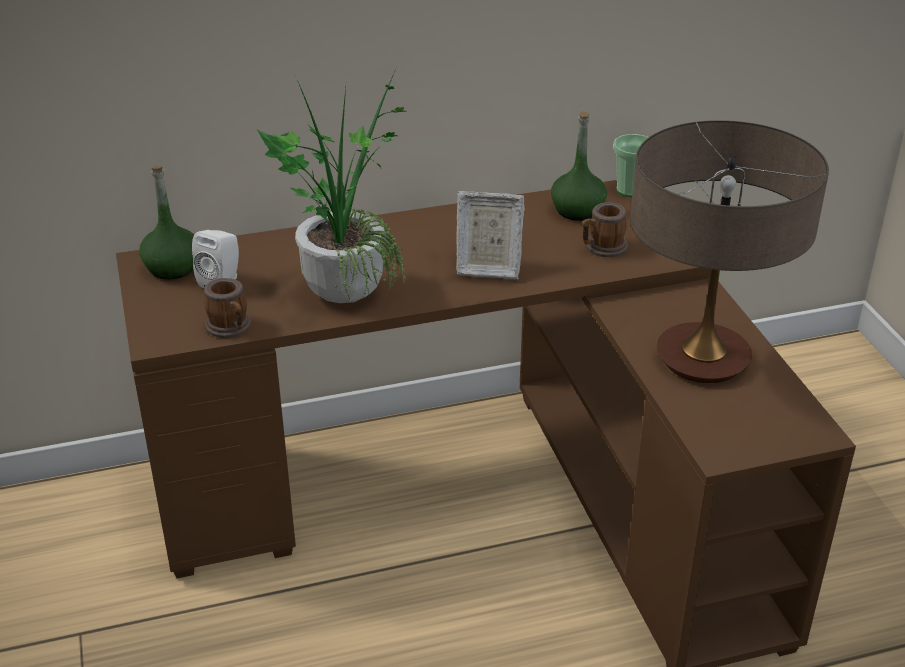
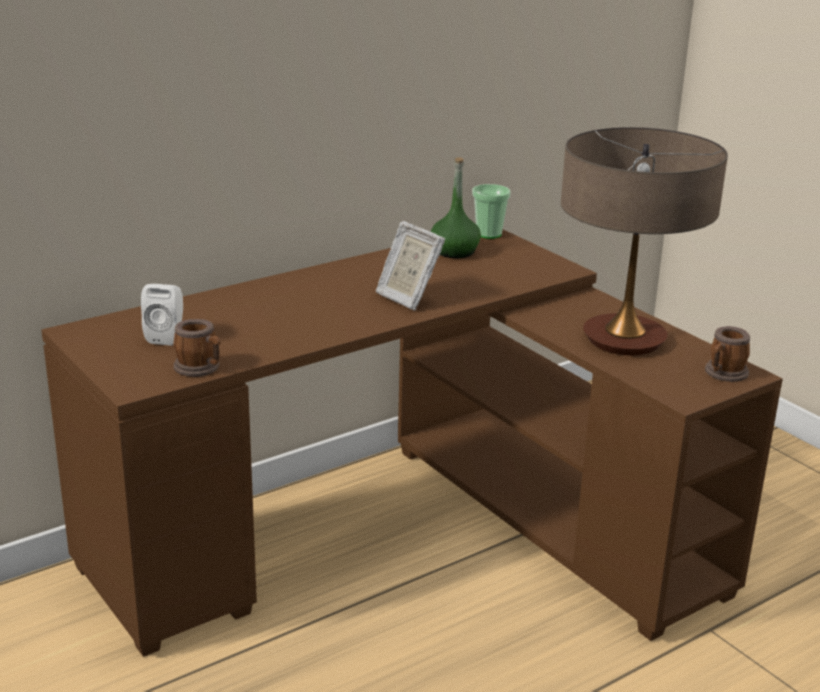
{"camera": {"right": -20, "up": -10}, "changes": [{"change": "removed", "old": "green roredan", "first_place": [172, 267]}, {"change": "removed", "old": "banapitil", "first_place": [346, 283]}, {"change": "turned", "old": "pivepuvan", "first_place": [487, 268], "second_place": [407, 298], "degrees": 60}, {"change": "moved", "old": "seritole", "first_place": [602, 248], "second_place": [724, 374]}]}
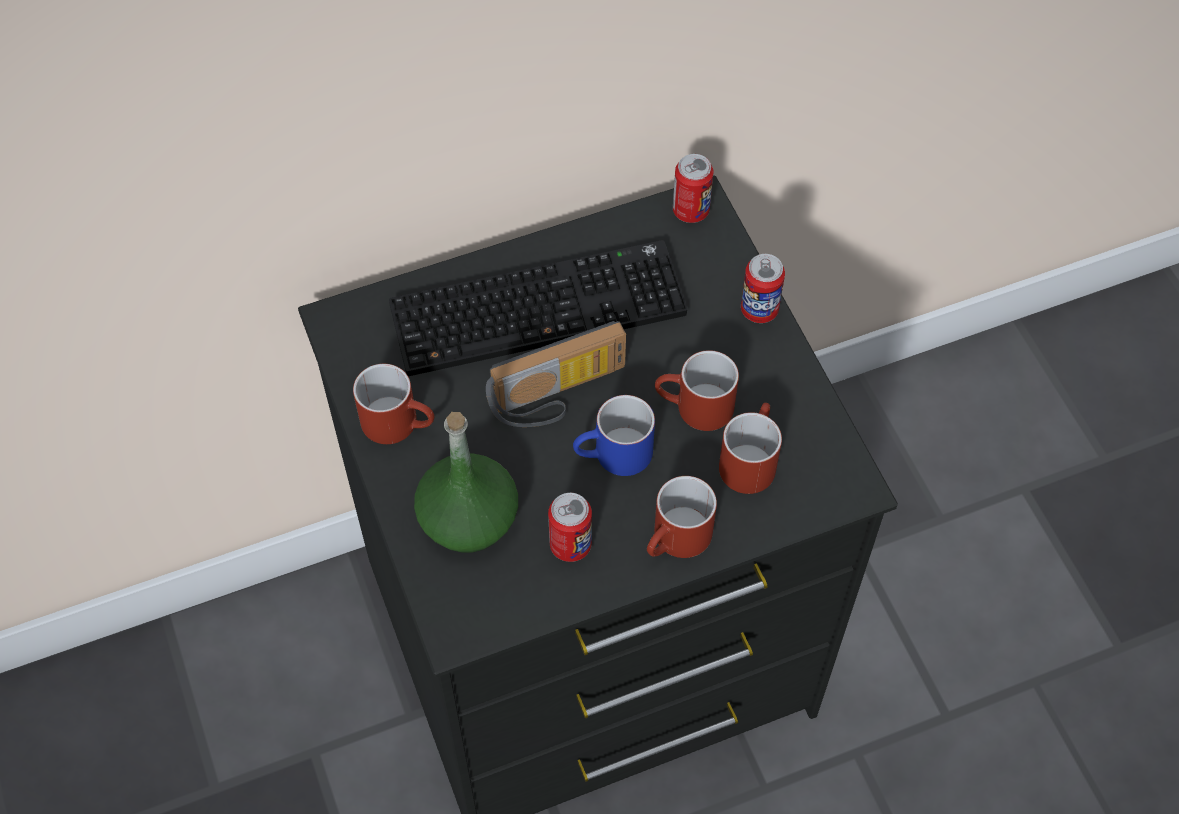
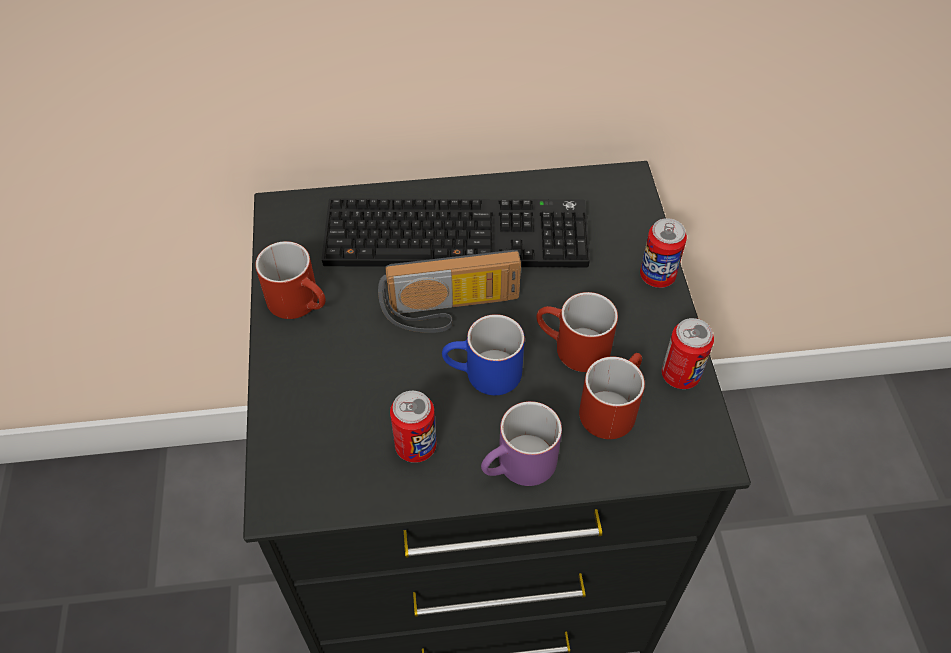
{"camera": {"right": 15, "up": -5}, "changes": [{"change": "removed", "old": "green roredan", "first_place": [469, 519]}, {"change": "recoloured", "old": "red seritole", "new": "purple seritole", "first_place": [677, 542], "second_place": [519, 468]}, {"change": "moved", "old": "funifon", "first_place": [690, 211], "second_place": [680, 375]}]}
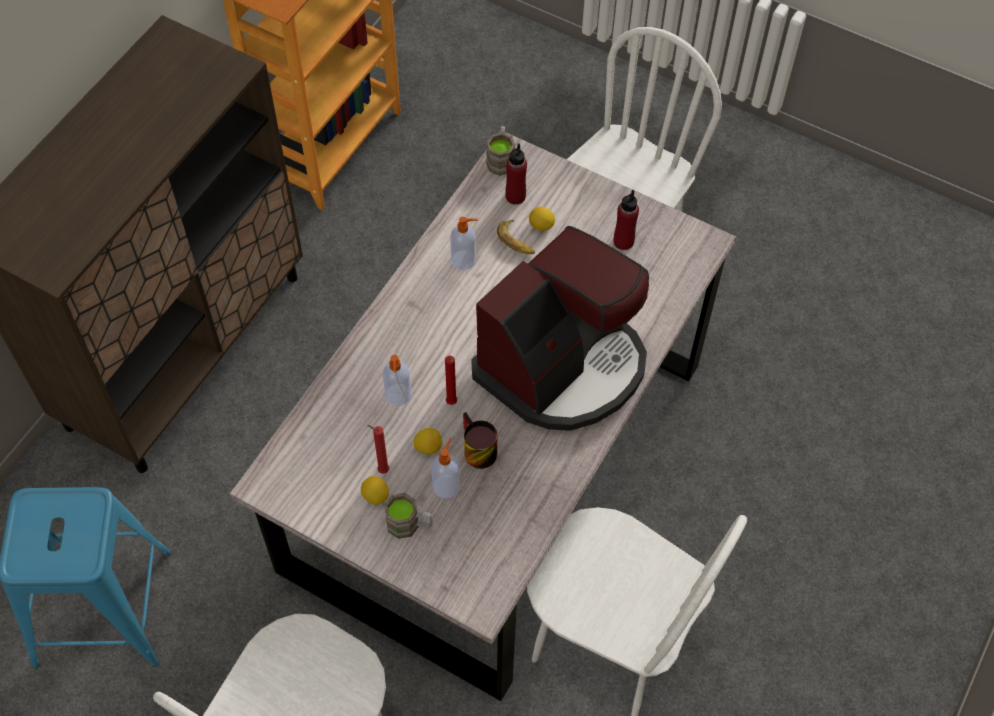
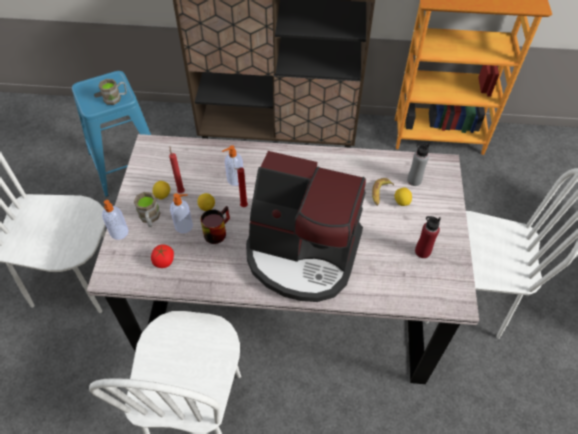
{"camera": {"right": 65, "up": -5}, "changes": [{"change": "moved", "old": "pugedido", "first_place": [464, 260], "second_place": [119, 233]}, {"change": "moved", "old": "brown seritole", "first_place": [501, 159], "second_place": [116, 98]}, {"change": "recoloured", "old": "red roredan", "new": "grey roredan", "first_place": [515, 196], "second_place": [414, 180]}, {"change": "added", "new": "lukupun", "second_place": [164, 261]}]}
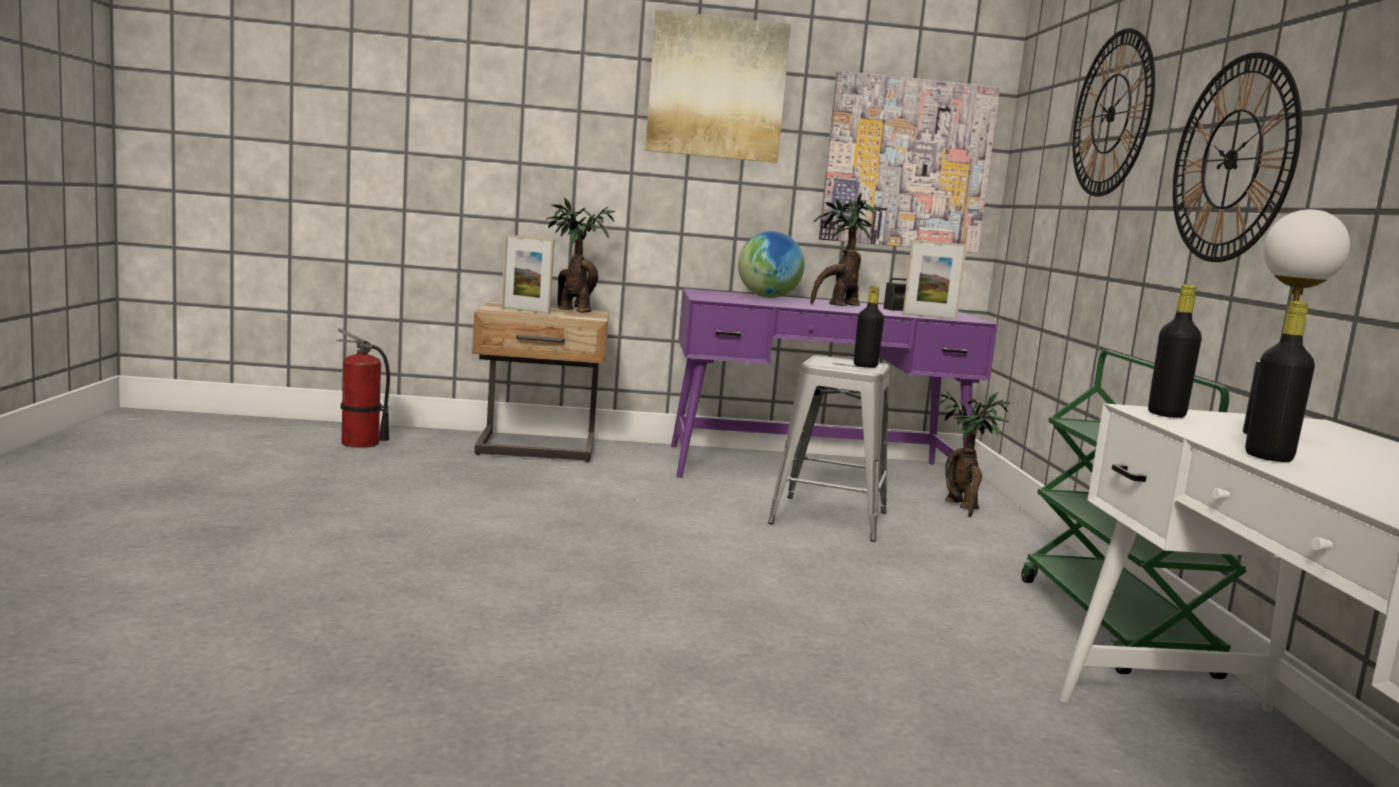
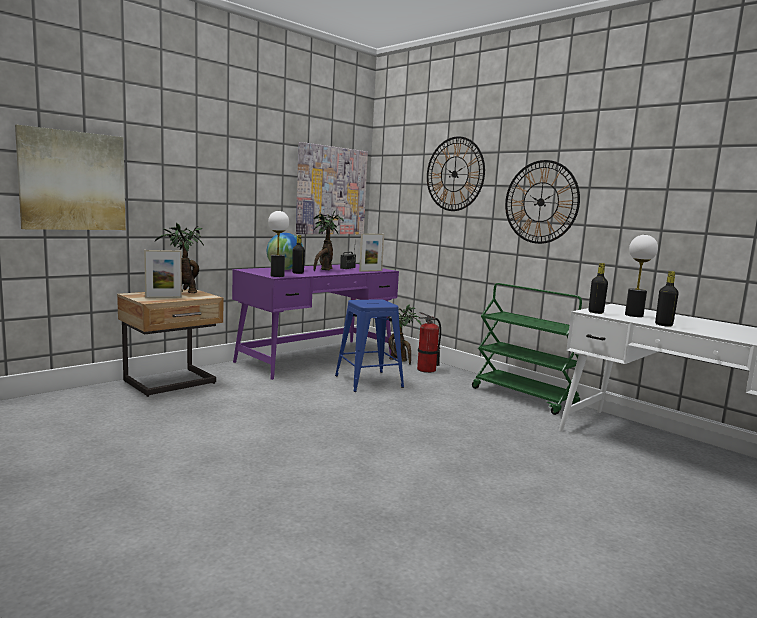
{"camera": {"right": -40, "up": 0}, "changes": [{"change": "moved", "old": "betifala", "first_place": [360, 443], "second_place": [427, 370]}, {"change": "moved", "old": "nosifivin", "first_place": [716, 88], "second_place": [73, 181]}, {"change": "recoloured", "old": "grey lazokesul", "new": "blue lazokesul", "first_place": [829, 518], "second_place": [368, 381]}, {"change": "moved", "old": "black roredan", "first_place": [865, 366], "second_place": [298, 273]}, {"change": "added", "new": "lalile", "second_place": [277, 276]}]}
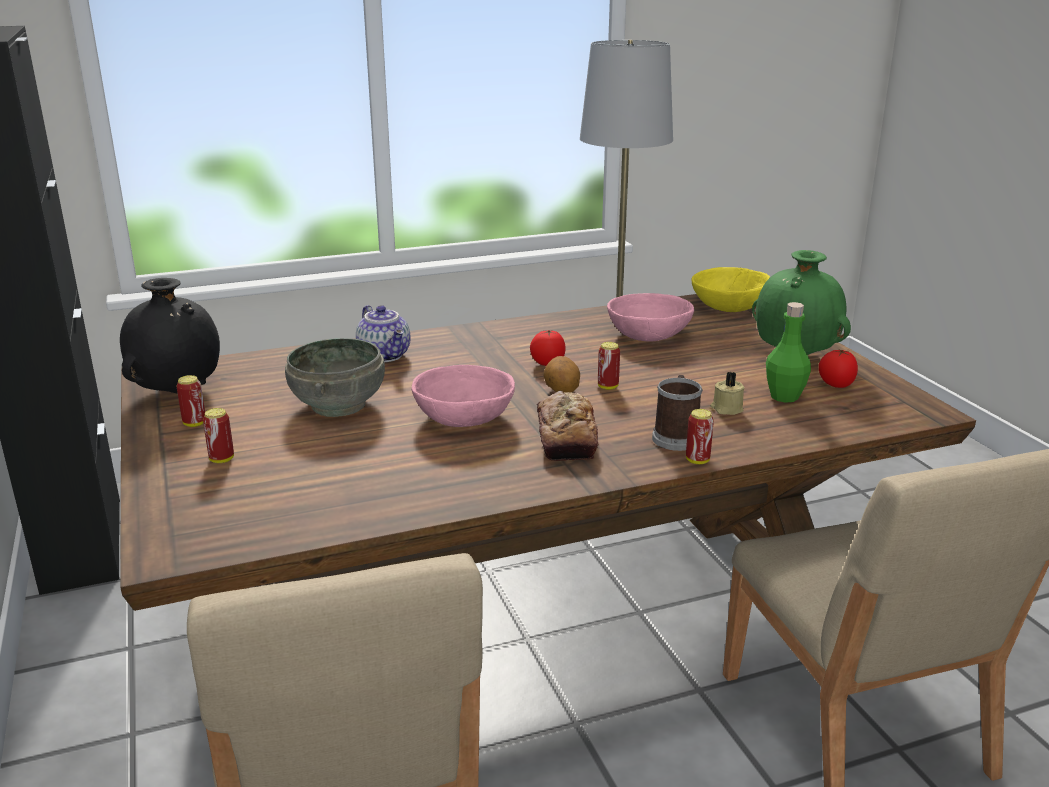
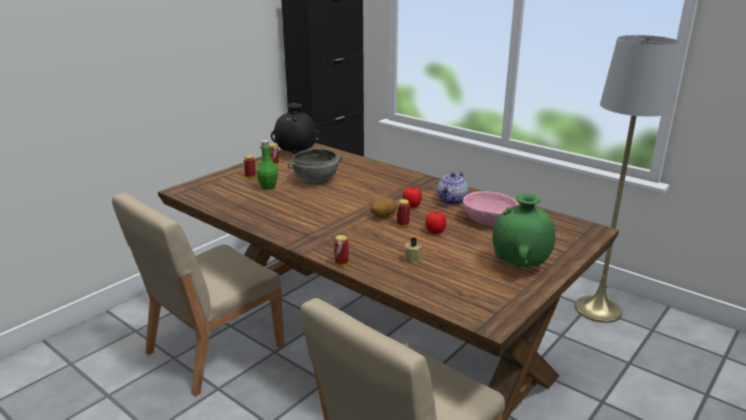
{"camera": {"right": 60, "up": 0}, "changes": [{"change": "moved", "old": "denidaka", "first_place": [386, 355], "second_place": [452, 201]}, {"change": "removed", "old": "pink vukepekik", "first_place": [463, 418]}, {"change": "removed", "old": "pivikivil", "first_place": [566, 437]}, {"change": "removed", "old": "seritole", "first_place": [676, 436]}, {"change": "removed", "old": "yellow vukepekik", "first_place": [729, 306]}, {"change": "moved", "old": "green roredan", "first_place": [784, 396], "second_place": [268, 187]}, {"change": "moved", "old": "lukupun", "first_place": [835, 385], "second_place": [435, 232]}]}
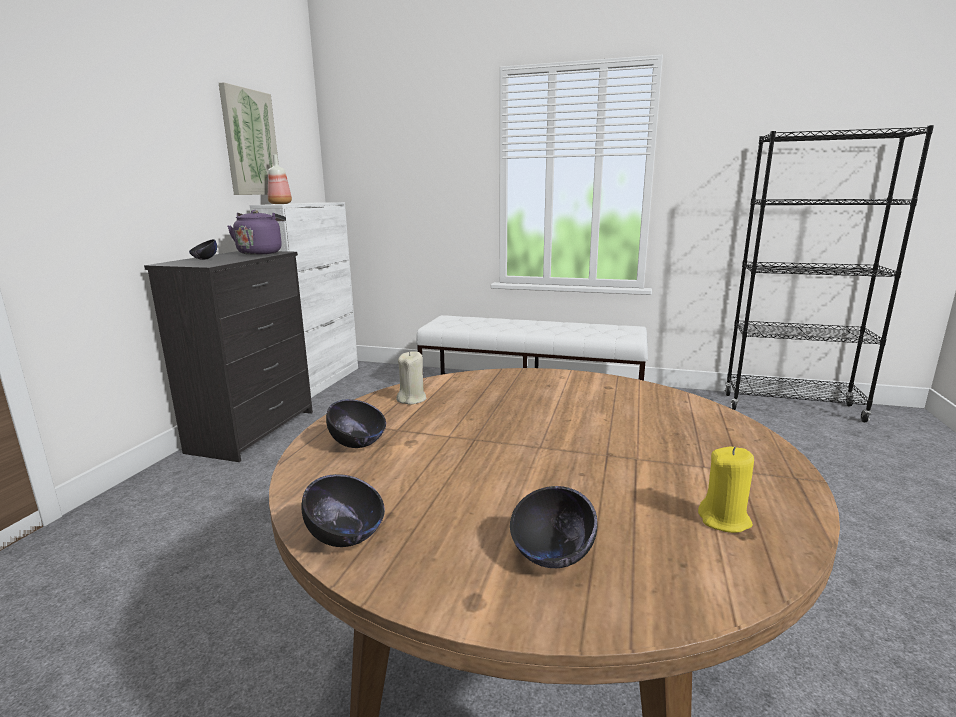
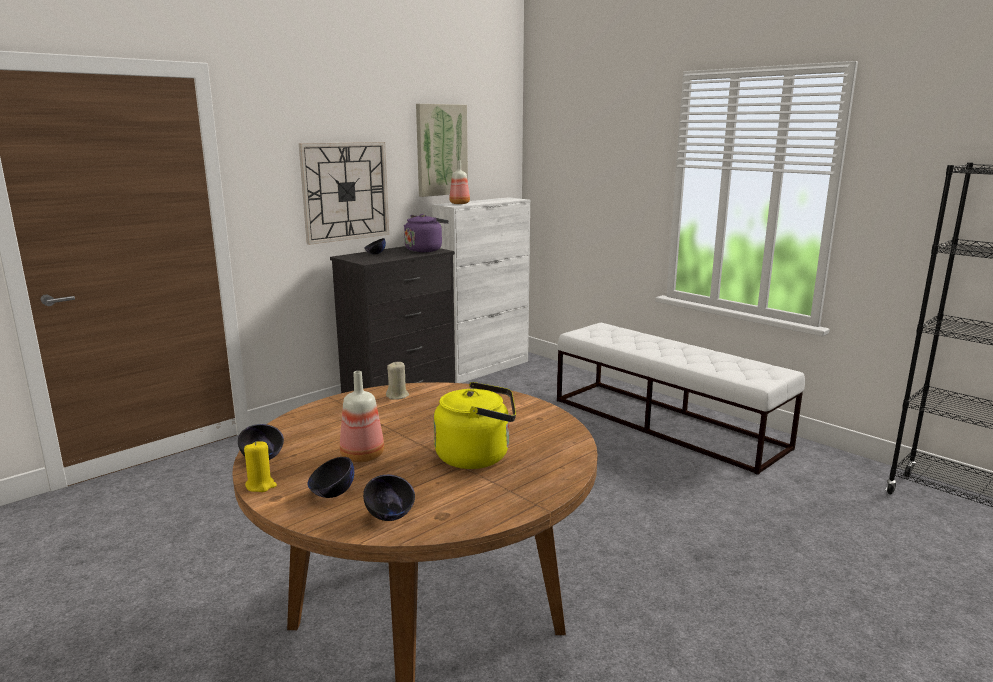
{"camera": {"right": 30, "up": 0}, "changes": [{"change": "moved", "old": "black vukepekik", "first_place": [358, 444], "second_place": [390, 516]}, {"change": "moved", "old": "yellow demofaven", "first_place": [724, 520], "second_place": [261, 486]}, {"change": "added", "new": "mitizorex", "second_place": [345, 191]}, {"change": "added", "new": "roredan", "second_place": [363, 456]}, {"change": "added", "new": "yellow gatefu", "second_place": [477, 456]}]}
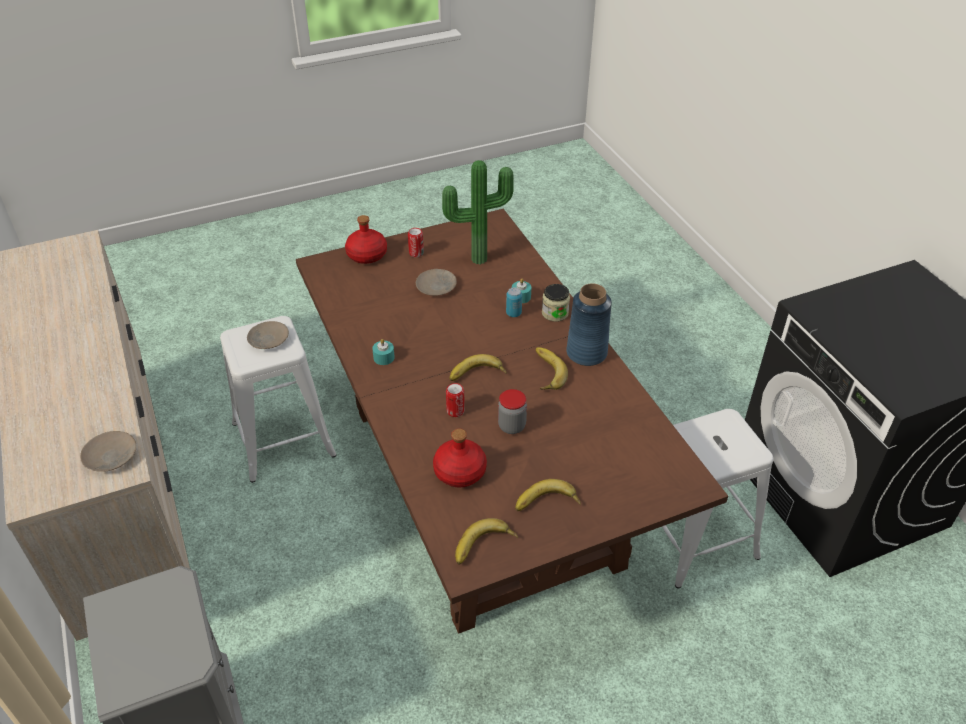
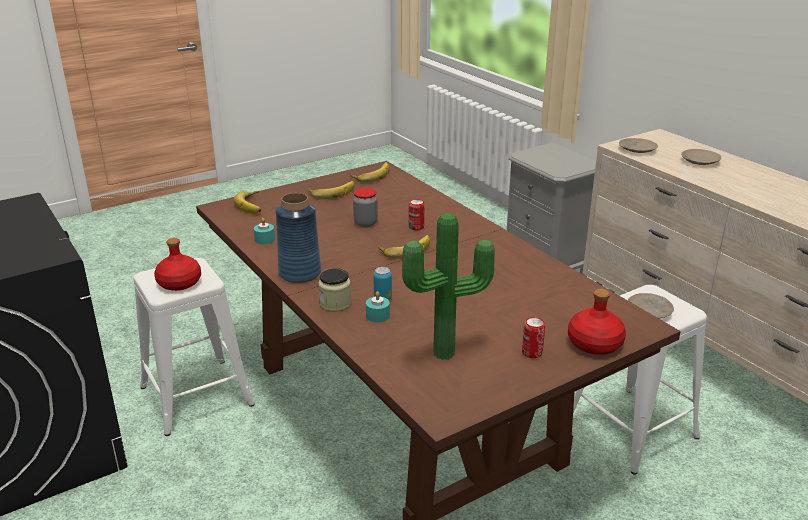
{"camera": {"right": 170, "up": -15}, "changes": [{"change": "moved", "old": "turquoise demofaven", "first_place": [384, 357], "second_place": [264, 239]}, {"change": "moved", "old": "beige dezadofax", "first_place": [436, 286], "second_place": [699, 161]}, {"change": "moved", "old": "red roredan", "first_place": [460, 471], "second_place": [179, 283]}, {"change": "moved", "old": "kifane", "first_place": [545, 372], "second_place": [253, 205]}]}
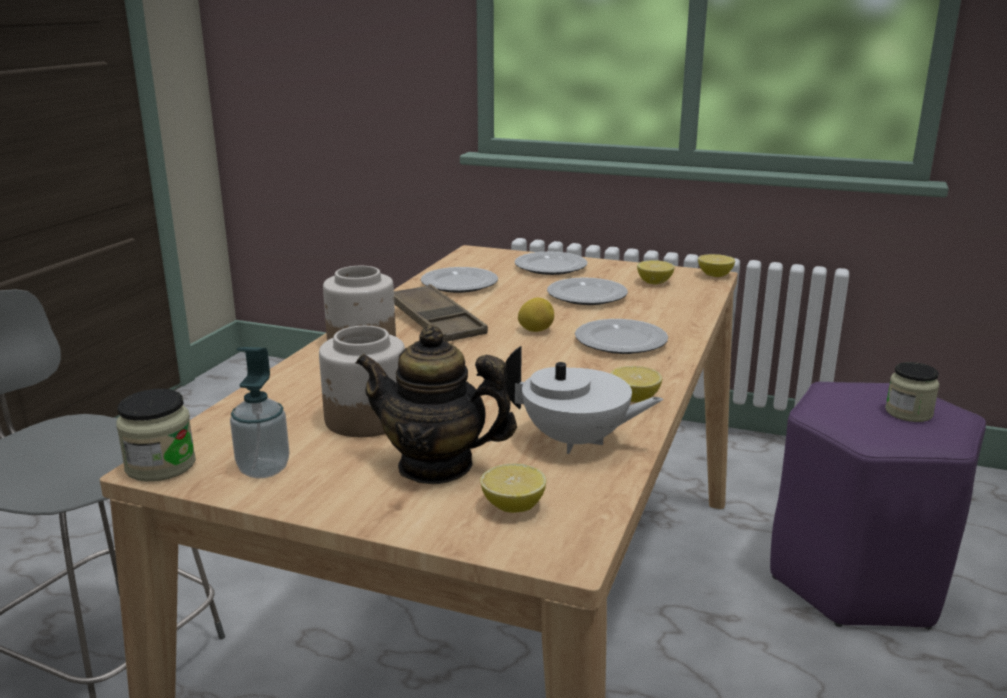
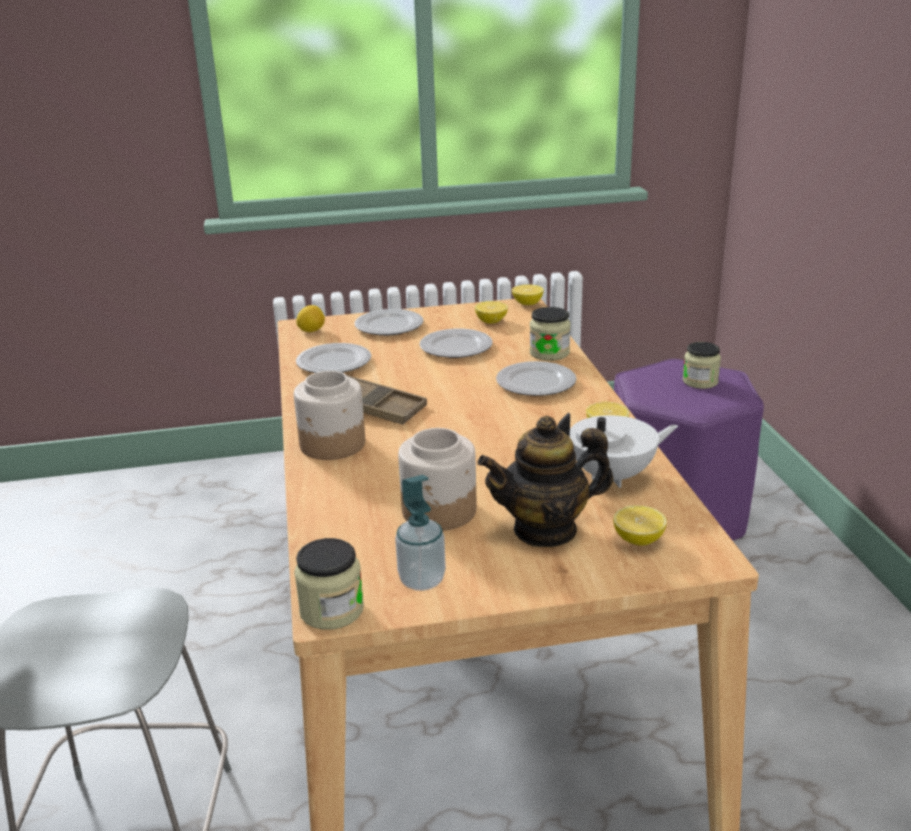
{"camera": {"right": -30, "up": 5}, "changes": [{"change": "moved", "old": "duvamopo", "first_place": [536, 330], "second_place": [311, 331]}, {"change": "added", "new": "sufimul", "second_place": [549, 353]}]}
